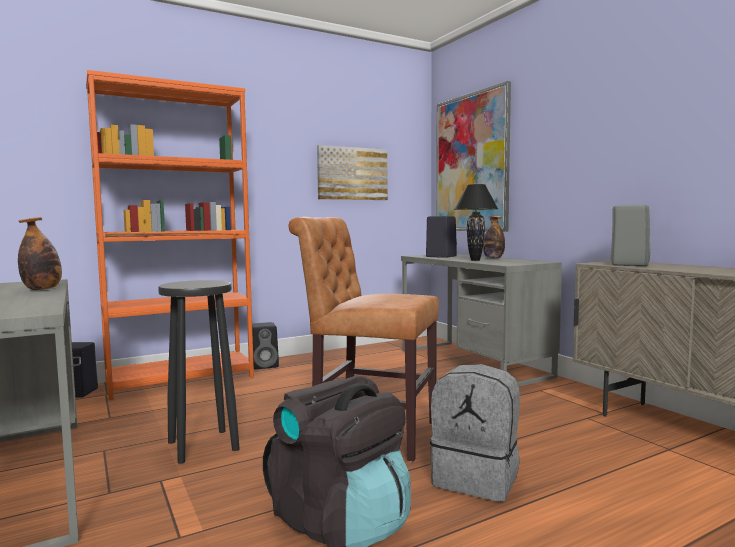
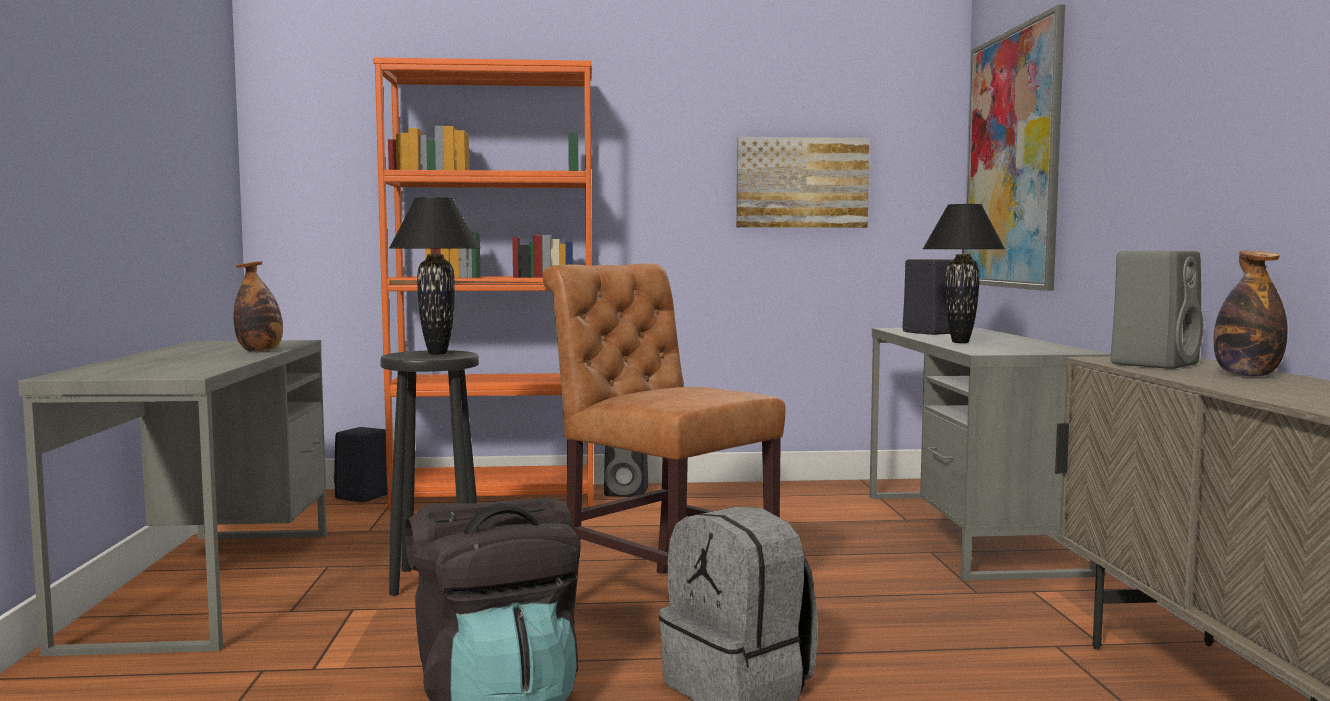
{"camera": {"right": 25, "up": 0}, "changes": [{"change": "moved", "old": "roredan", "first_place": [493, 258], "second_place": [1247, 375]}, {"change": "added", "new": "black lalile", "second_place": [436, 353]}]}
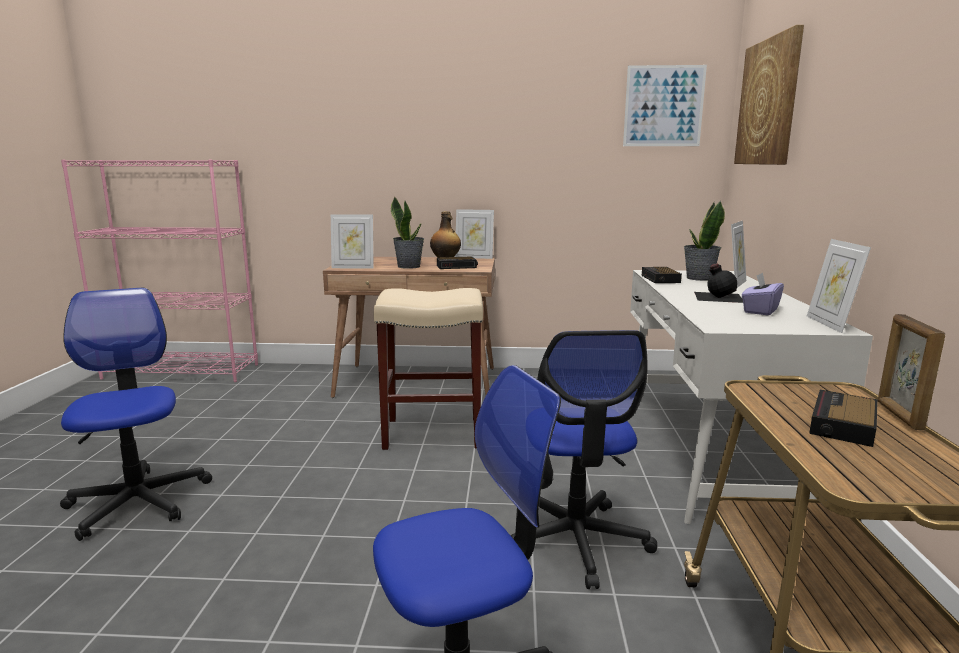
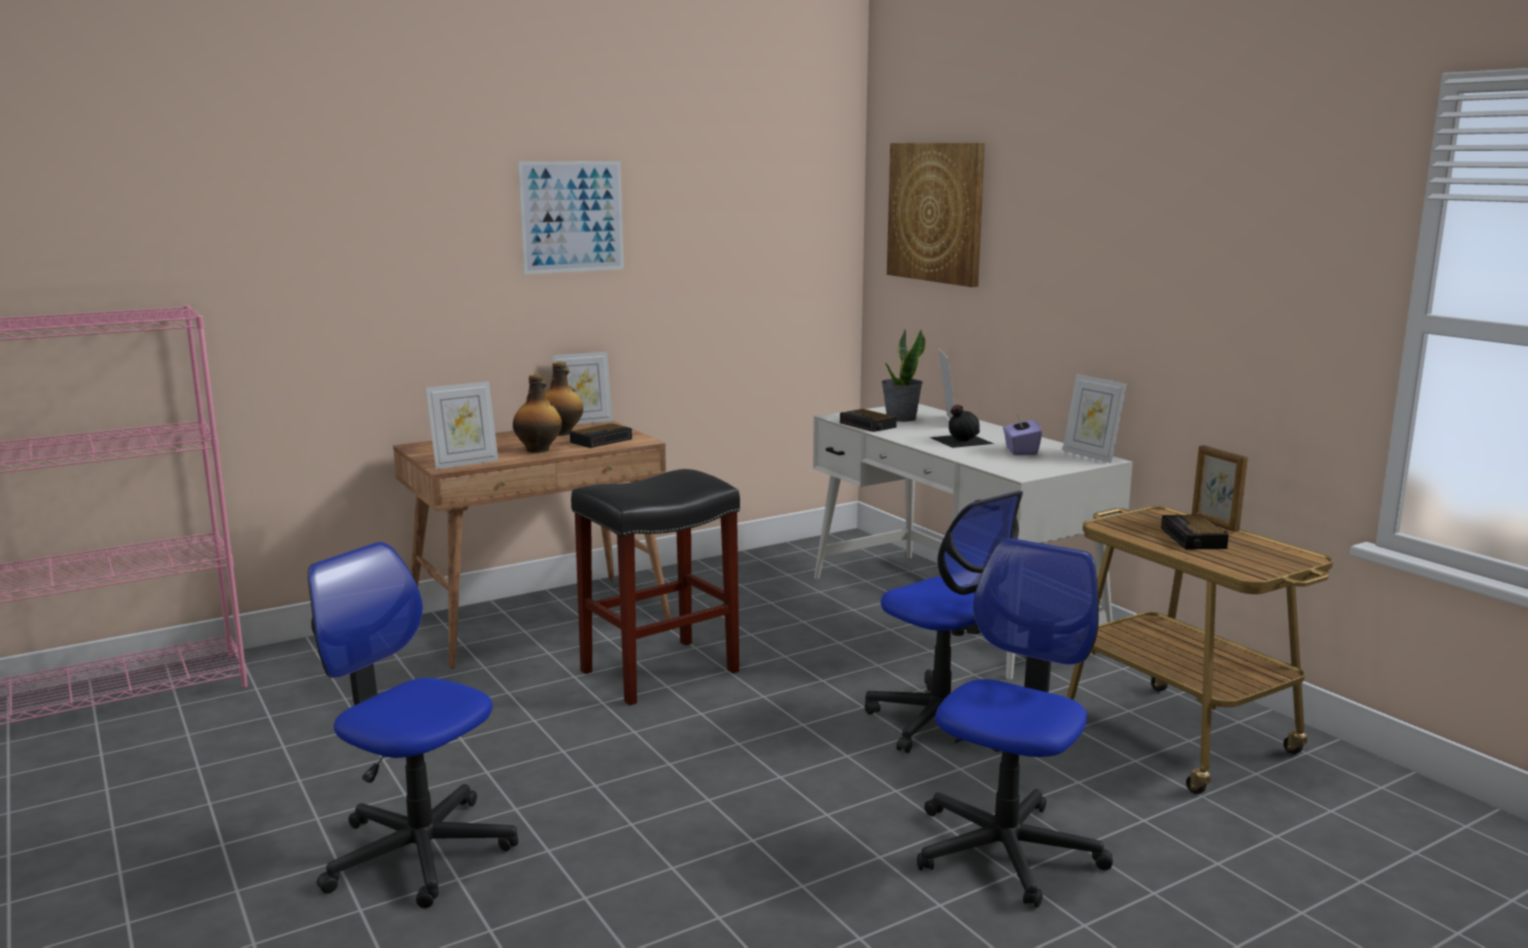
{"camera": {"right": -35, "up": 0}, "changes": [{"change": "recoloured", "old": "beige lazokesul", "new": "black lazokesul", "first_place": [431, 433], "second_place": [658, 672]}, {"change": "replaced", "old": "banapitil", "new": "roredan", "first_place": [409, 266], "second_place": [538, 450]}, {"change": "moved", "old": "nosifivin", "first_place": [663, 106], "second_place": [572, 217]}]}
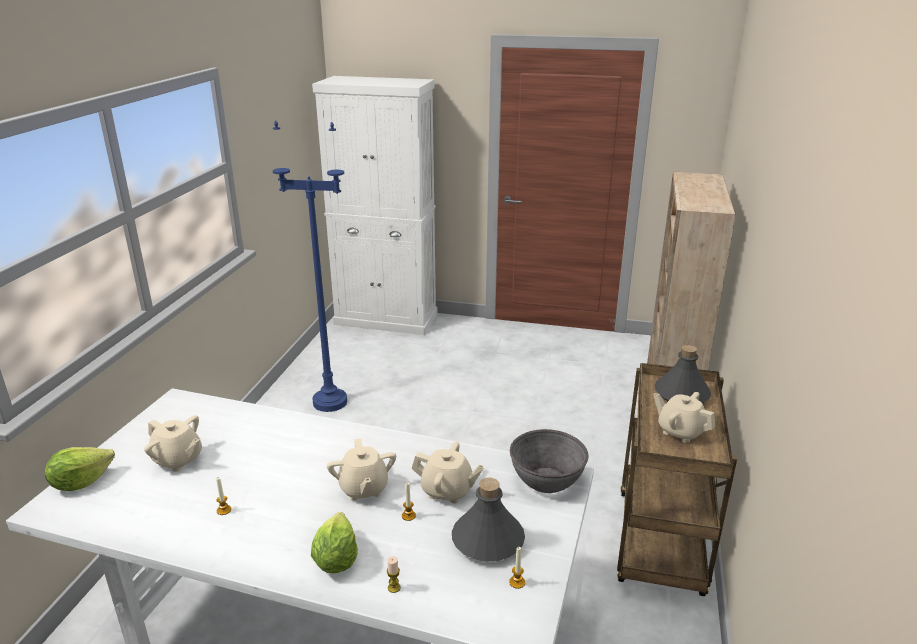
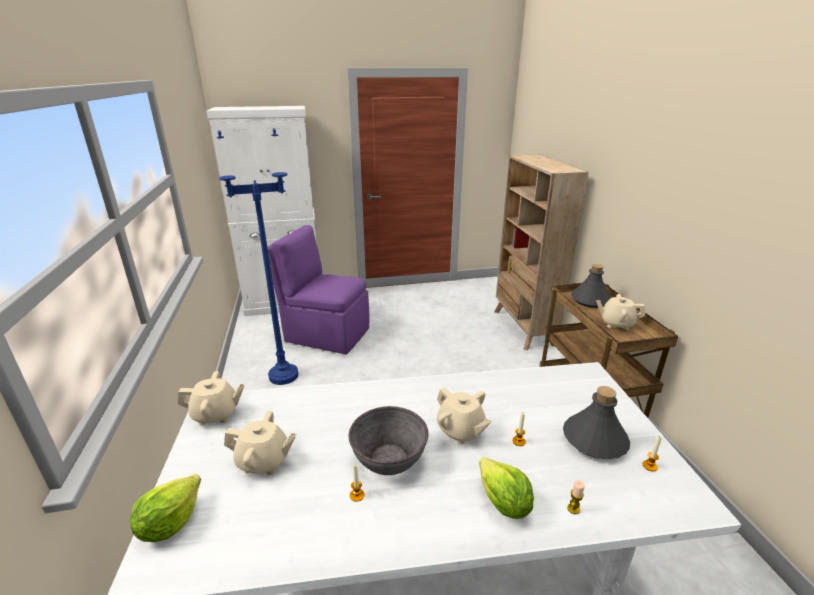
{"camera": {"right": -25, "up": 0}, "changes": [{"change": "moved", "old": "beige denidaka", "first_place": [447, 491], "second_place": [216, 414]}, {"change": "moved", "old": "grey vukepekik", "first_place": [546, 479], "second_place": [388, 458]}, {"change": "added", "new": "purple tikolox", "second_place": [325, 334]}]}
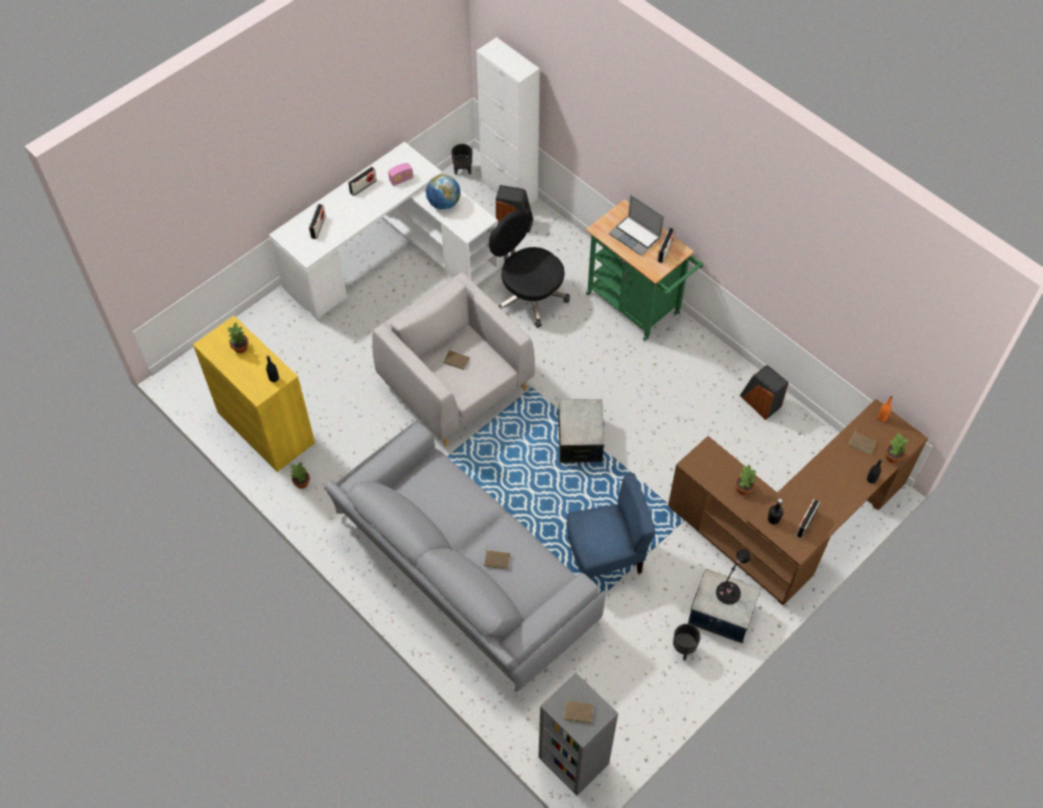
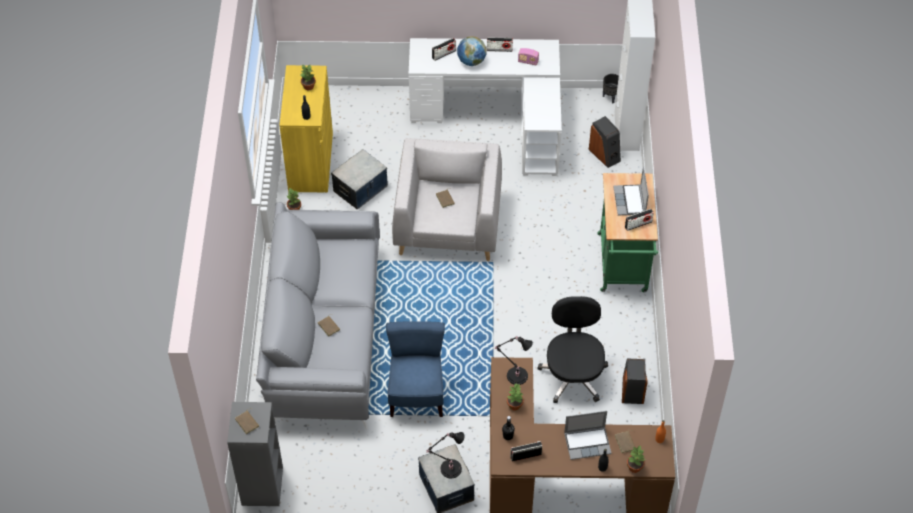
{"camera": {"right": 45, "up": -5}, "changes": [{"change": "moved", "old": "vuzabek", "first_place": [443, 203], "second_place": [471, 61]}, {"change": "moved", "old": "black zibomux", "first_place": [529, 296], "second_place": [573, 375]}, {"change": "moved", "old": "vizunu", "first_place": [580, 440], "second_place": [360, 189]}, {"change": "turned", "old": "blue tikolox", "first_place": [605, 557], "second_place": [416, 395], "degrees": -120}, {"change": "removed", "old": "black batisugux", "first_place": [683, 649]}, {"change": "added", "new": "black lalile", "second_place": [515, 375]}, {"change": "added", "new": "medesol", "second_place": [588, 443]}]}
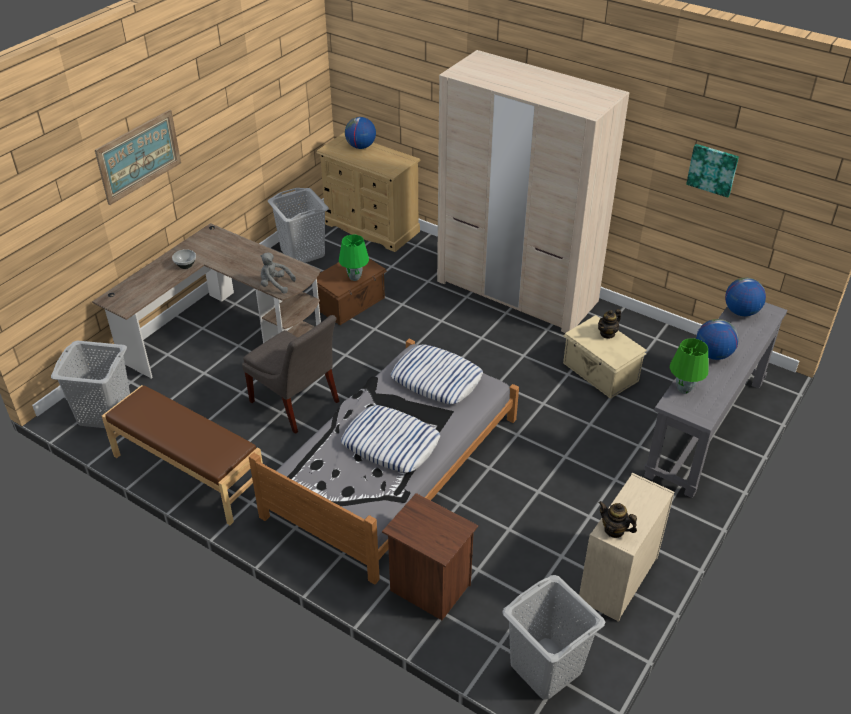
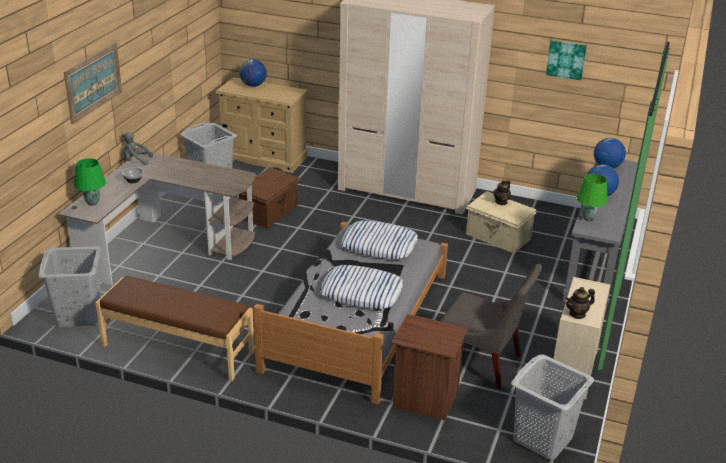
{"camera": {"right": -15, "up": -10}, "changes": [{"change": "moved", "old": "grey tikolox", "first_place": [296, 404], "second_place": [483, 363]}, {"change": "moved", "old": "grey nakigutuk", "first_place": [275, 285], "second_place": [136, 161]}, {"change": "moved", "old": "green lalile", "first_place": [355, 278], "second_place": [93, 203]}, {"change": "turned", "old": "denidaka", "first_place": [614, 530], "second_place": [577, 314], "degrees": -45}]}
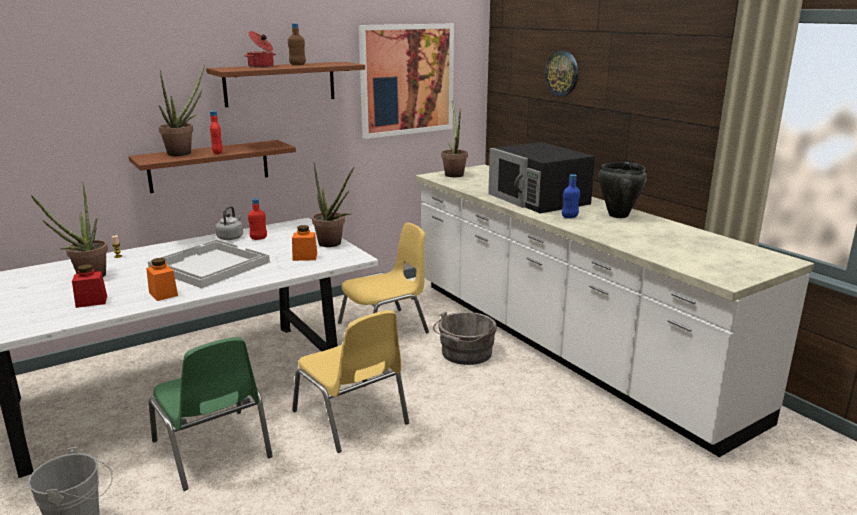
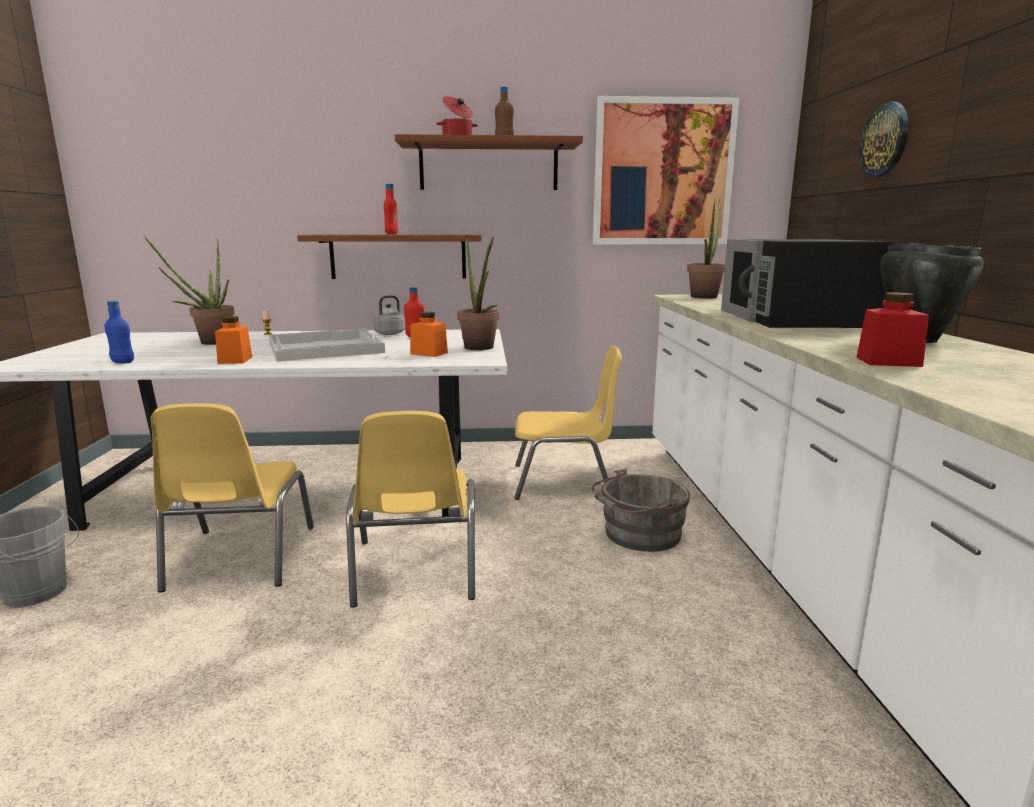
{"camera": {"right": 30, "up": -5}, "changes": [{"change": "moved", "old": "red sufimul", "first_place": [91, 301], "second_place": [888, 362]}, {"change": "recoloured", "old": "green tikolox", "new": "yellow tikolox", "first_place": [213, 450], "second_place": [239, 559]}, {"change": "removed", "old": "banapitil", "first_place": [184, 153]}, {"change": "moved", "old": "blue roredan", "first_place": [569, 217], "second_place": [122, 362]}]}
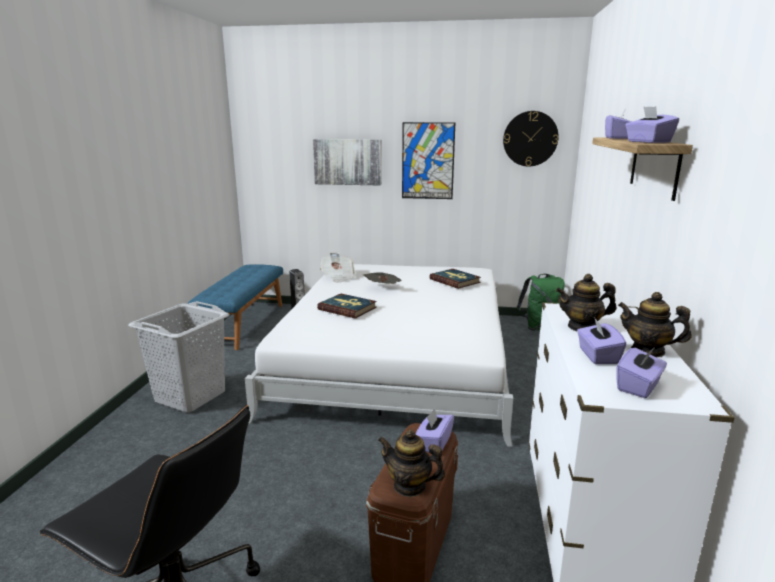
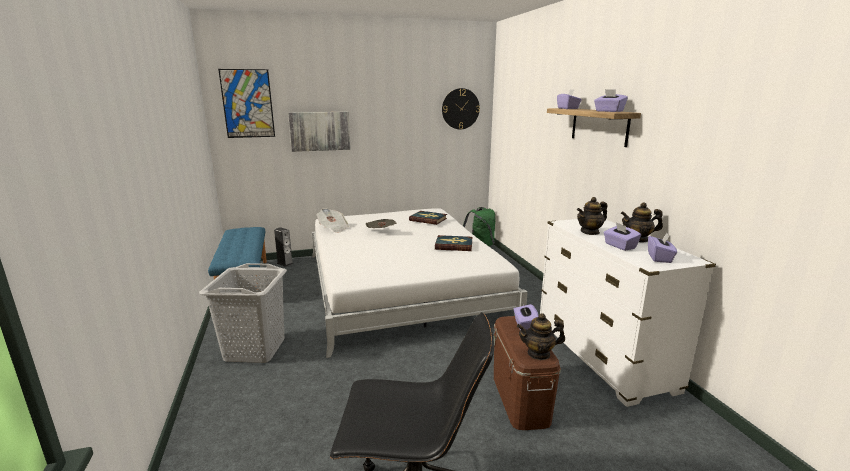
{"camera": {"right": -25, "up": 0}, "changes": [{"change": "moved", "old": "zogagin", "first_place": [347, 308], "second_place": [454, 245]}, {"change": "moved", "old": "nosifivin", "first_place": [428, 161], "second_place": [247, 104]}]}
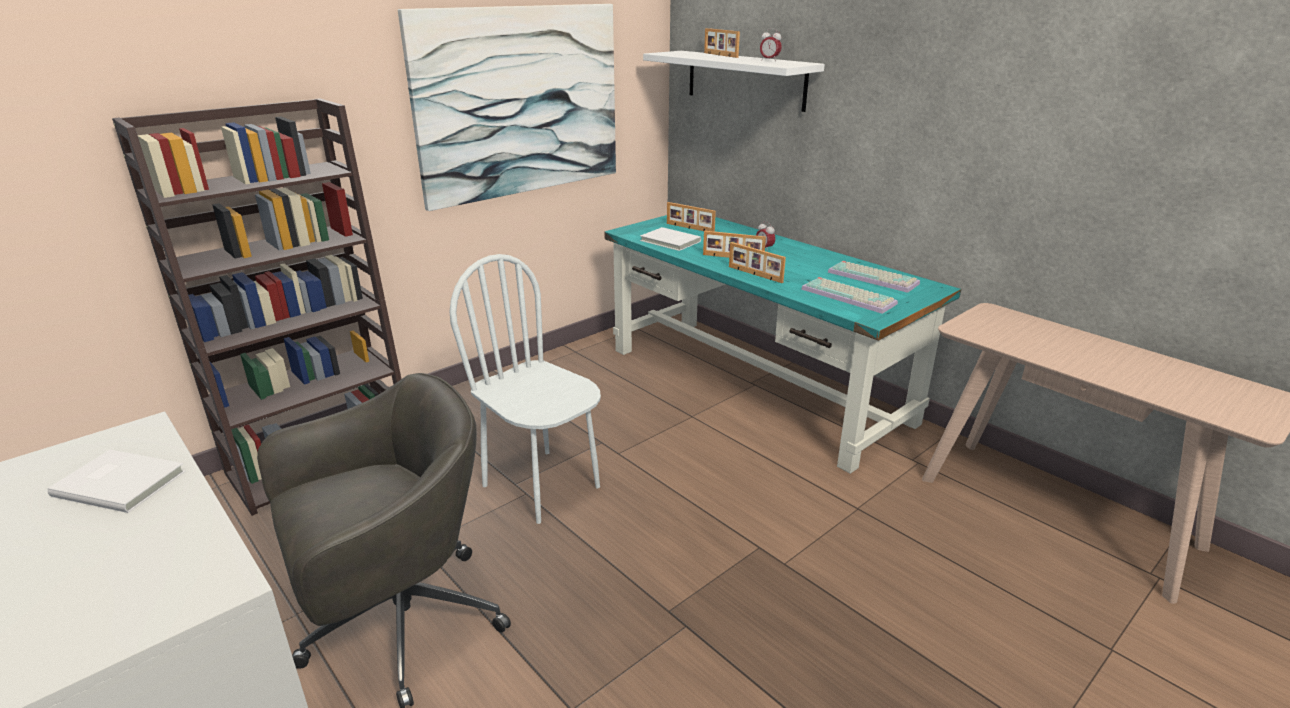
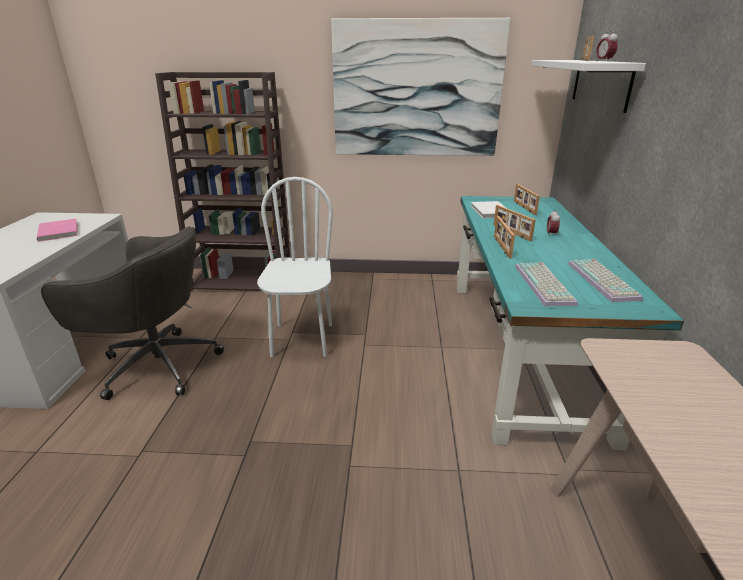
{"camera": {"right": 45, "up": 0}, "changes": [{"change": "recoloured", "old": "white zogagin", "new": "pink zogagin", "first_place": [120, 482], "second_place": [60, 231]}]}
